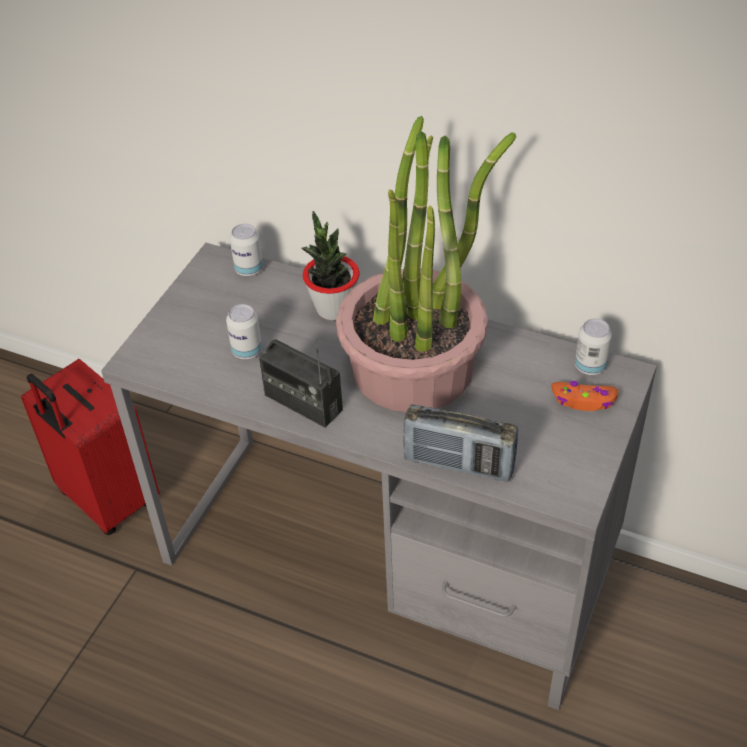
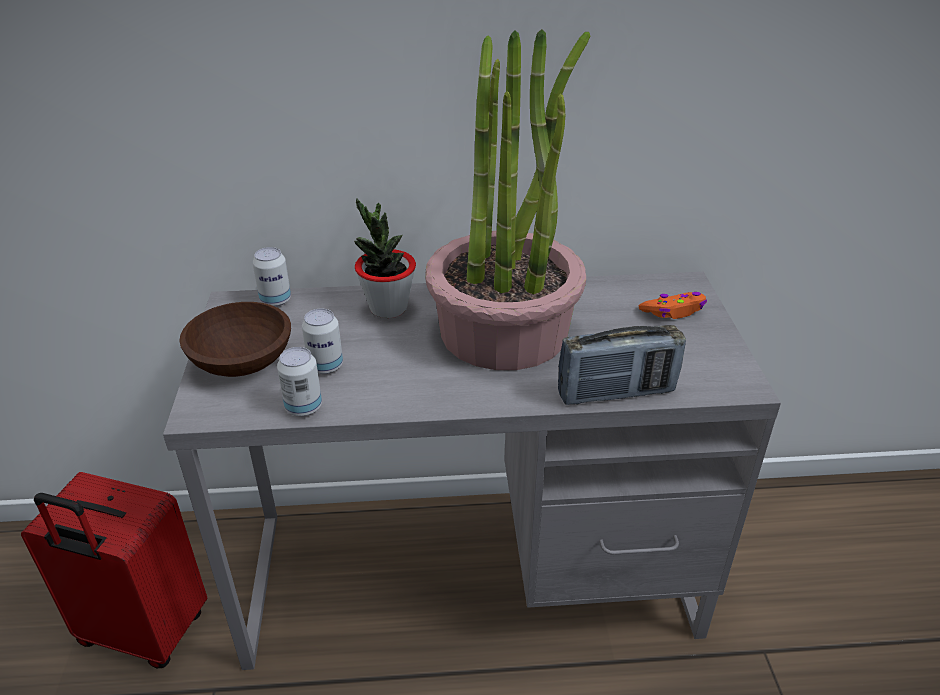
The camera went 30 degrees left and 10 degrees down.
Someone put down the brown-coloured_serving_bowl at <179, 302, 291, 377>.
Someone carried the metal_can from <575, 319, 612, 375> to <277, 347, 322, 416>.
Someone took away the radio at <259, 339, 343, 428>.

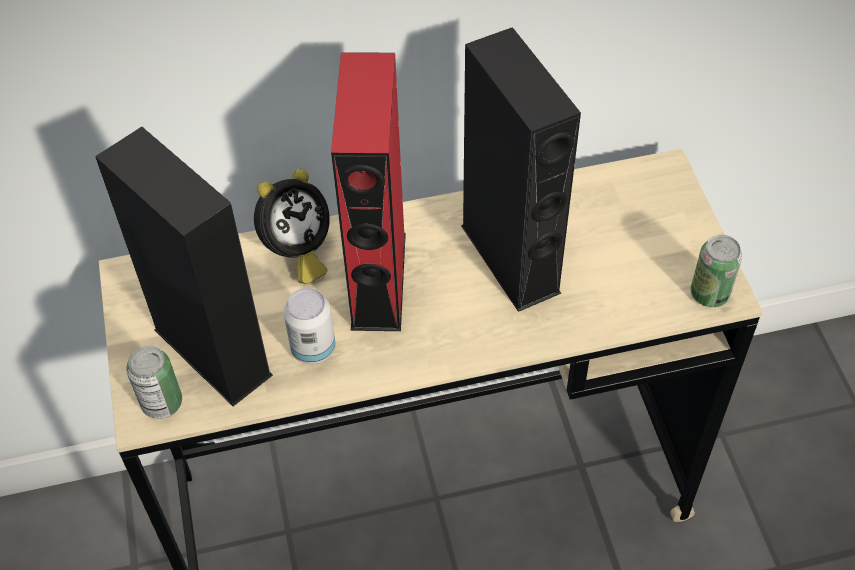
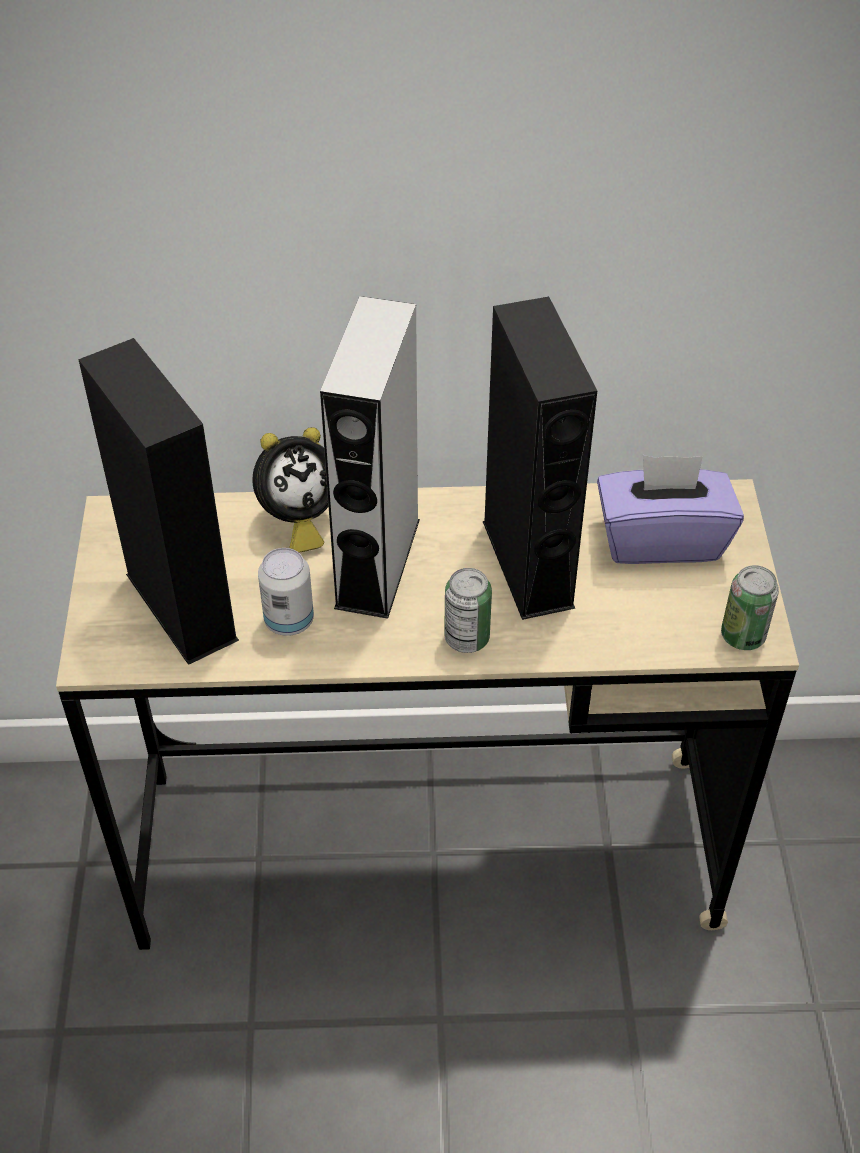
The camera went 10 degrees right and 5 degrees down.
Someone repainted the reddish_loudspeaker at <331, 52, 406, 331>, which became the grey_loudspeaker at <320, 296, 420, 619>.
Someone carried the metal_can from <126, 345, 182, 419> to <444, 568, 492, 653>.
Someone put down the purple-coloured_box_of_tissues at <597, 455, 744, 564>.

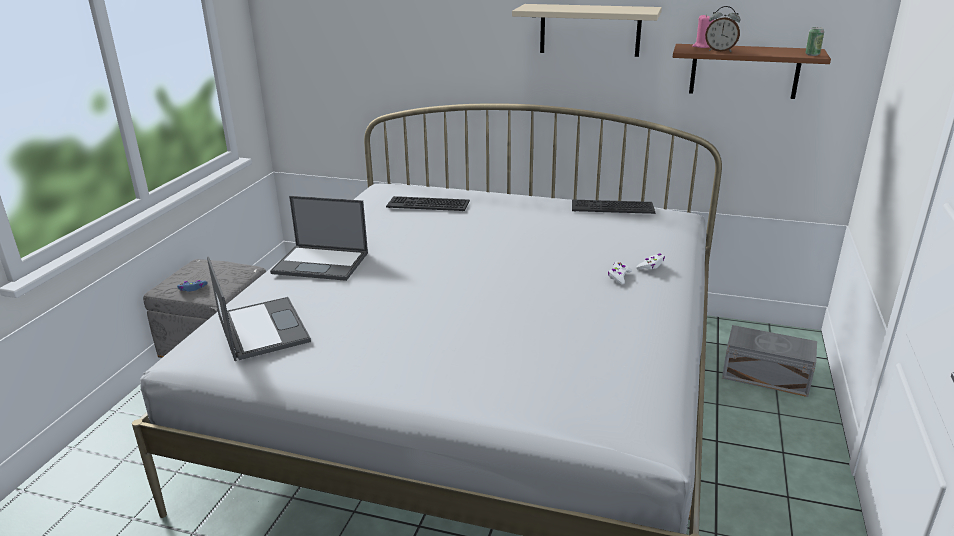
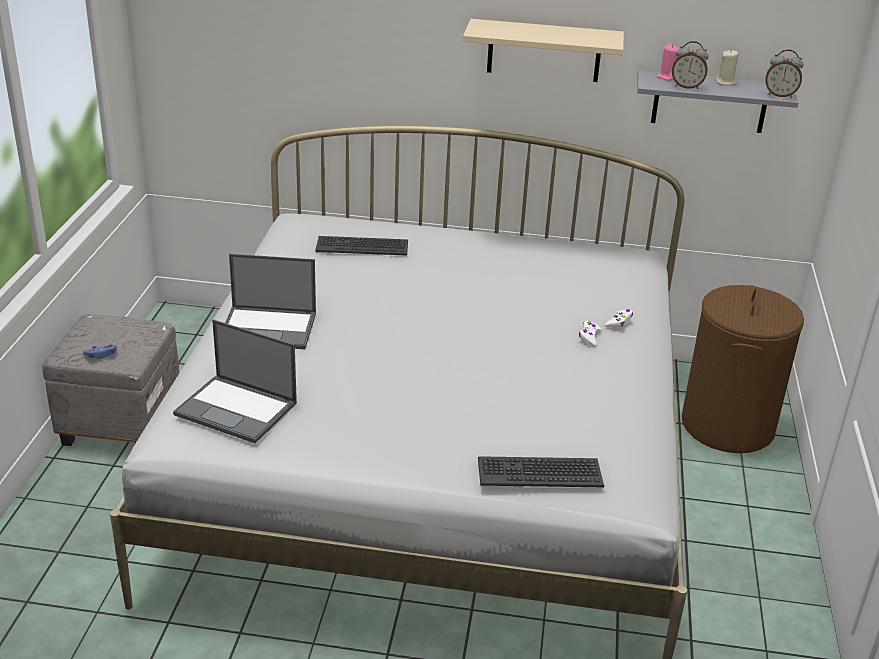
The camera went 10 degrees left and 5 degrees up.
Someone rotated the notebook_computer at <207, 257, 311, 361> by 150 degrees clockwise.
Someone carried the computer_keyboard from <572, 200, 655, 214> to <478, 456, 604, 487>.
Someone repainted the brown-coloured_shelf at <673, 44, 831, 99>, which became the grey_shelf at <637, 70, 798, 133>.
Someone swapped the grey_storage_box at <722, 325, 817, 397> for the brown-coloured_washing_basket at <682, 285, 804, 453>.
Someone put down the beige-coloured_wax_light at <716, 49, 738, 85>.
Someone swapped the metal_can at <805, 27, 824, 56> for the bedside_clock at <765, 49, 803, 98>.

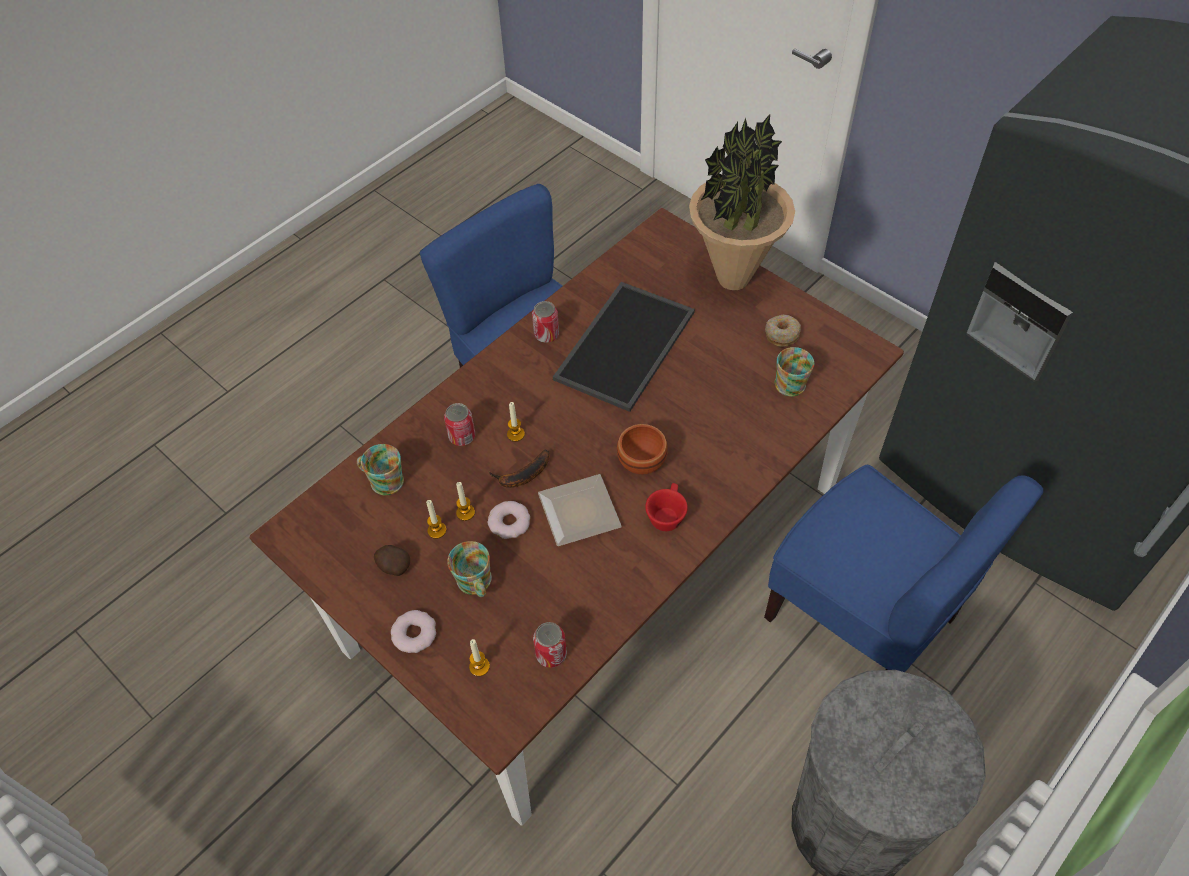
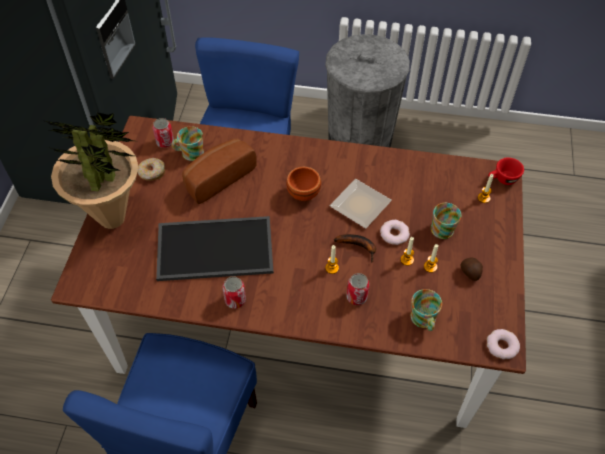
The camera went 125 degrees left and 0 degrees up.
Someone carried the metal_can from <533, 622, 567, 668> to <153, 118, 174, 148>.
Someone put down the baked_bread at <182, 138, 257, 204>.
Someone carried the ring_doughnut from <391, 610, 436, 653> to <487, 329, 520, 359>.
Someone carried the reddish_drinking_cup from <645, 483, 688, 531> to <488, 157, 524, 185>.

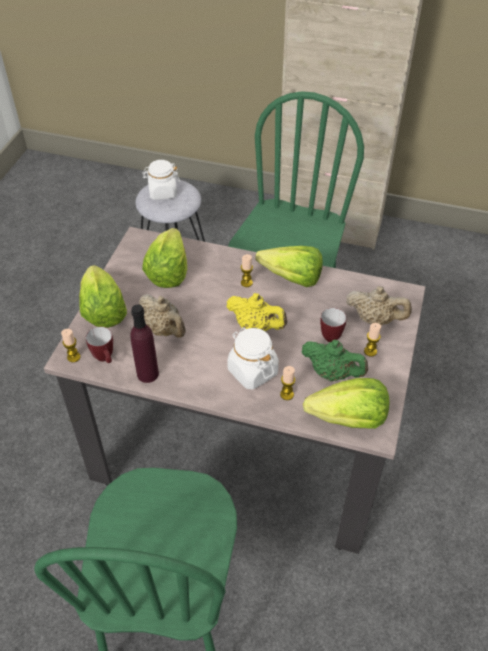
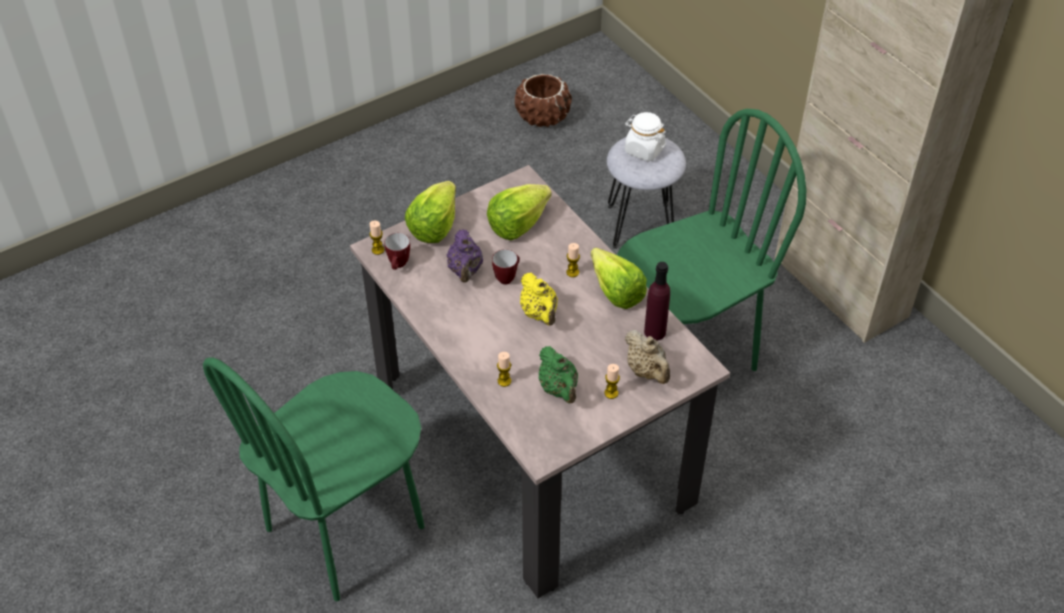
The camera went 40 degrees right and 0 degrees up.
Someone repainted the beige-coloured_tea_pot at <139, 294, 186, 337>, which became the purple-coloured_tea_pot at <447, 229, 483, 282>.
Someone carried the mug from <320, 308, 347, 342> to <492, 249, 520, 285>.
Someone put down the brown-coloured_plant_pot at <515, 74, 572, 127>.
Someone carried the purple-coloured_drink_bottle from <130, 305, 159, 383> to <644, 262, 670, 341>.
Someone took away the white-coloured_jar at <227, 327, 279, 389>.
Someone took away the lettuce at <303, 378, 389, 429>.

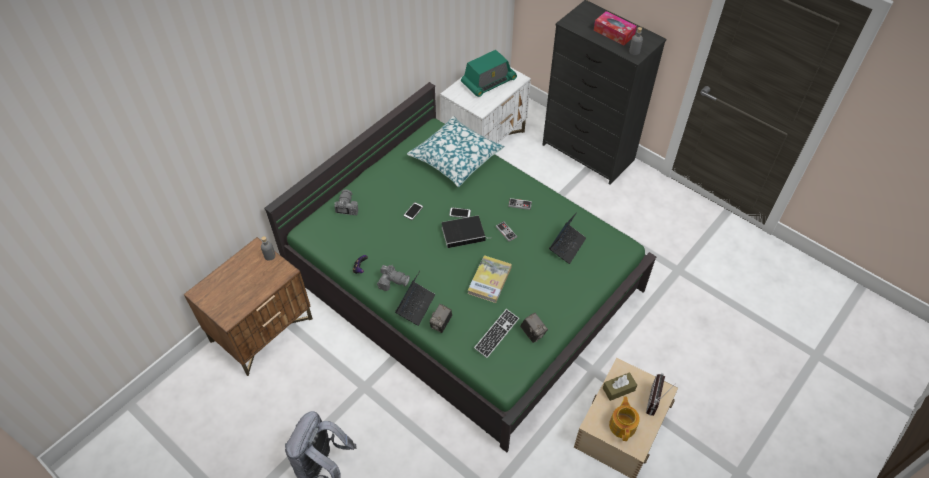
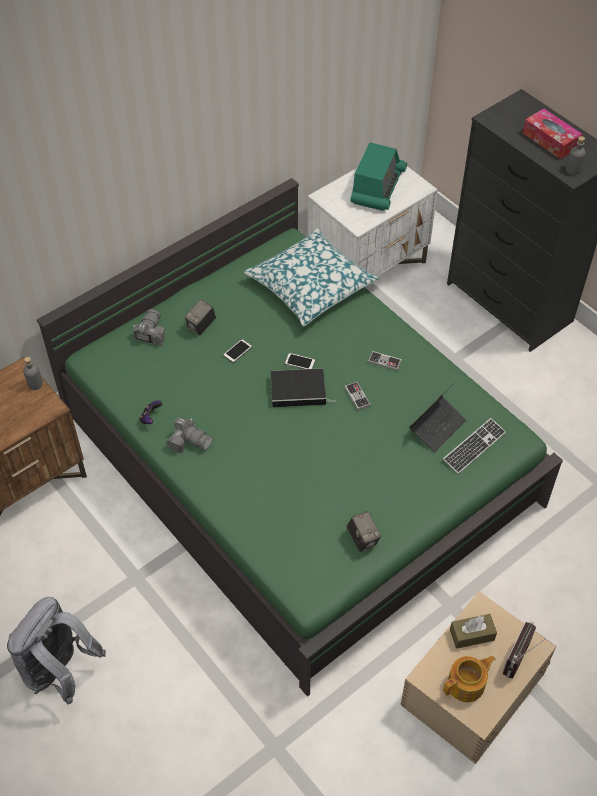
The camera went 10 degrees right and 0 degrees up.
Someone carried the still_camera from <430, 304, 452, 333> to <185, 299, 216, 336>.
Someone rotated the radio at <461, 50, 517, 97> by 45 degrees counterclockwise.
Someone carried the computer_keyboard from <474, 309, 519, 358> to <443, 418, 506, 474>.
Someone rotated the tea_pot at <609, 396, 640, 441> by 45 degrees clockwise.
Someone took away the notebook_computer at <395, 271, 435, 326>.
Someone took away the bound_book at <468, 255, 512, 303>.

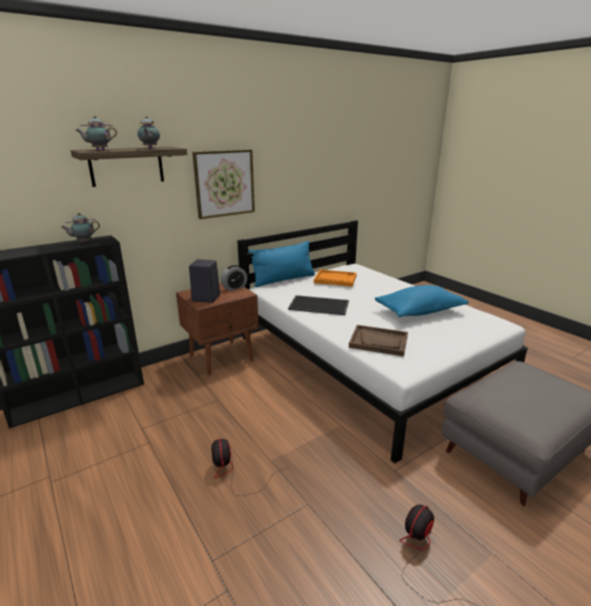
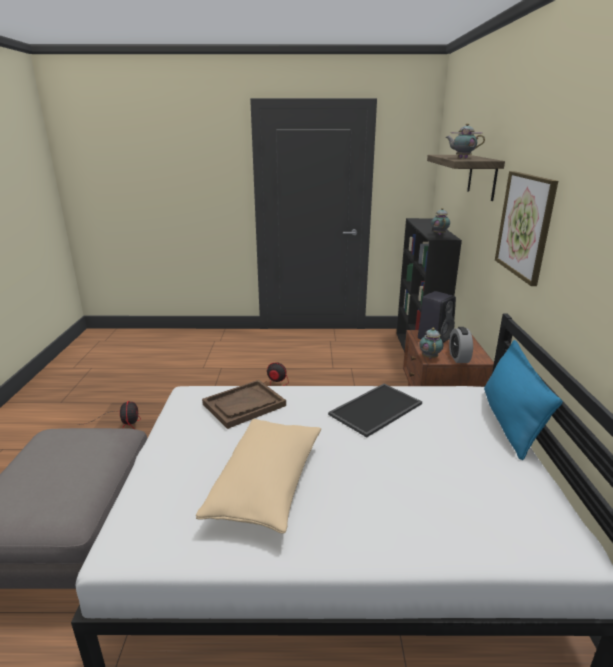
The camera went 125 degrees right and 0 degrees up.
Someone repainted the blue-coloured_cushion at <375, 285, 468, 317>, which became the beige-coloured_cushion at <196, 419, 321, 534>.
Someone carried the tea_pot from <76, 116, 117, 151> to <419, 328, 443, 359>.
Someone took away the orange-coloured_tray at <314, 270, 357, 287>.

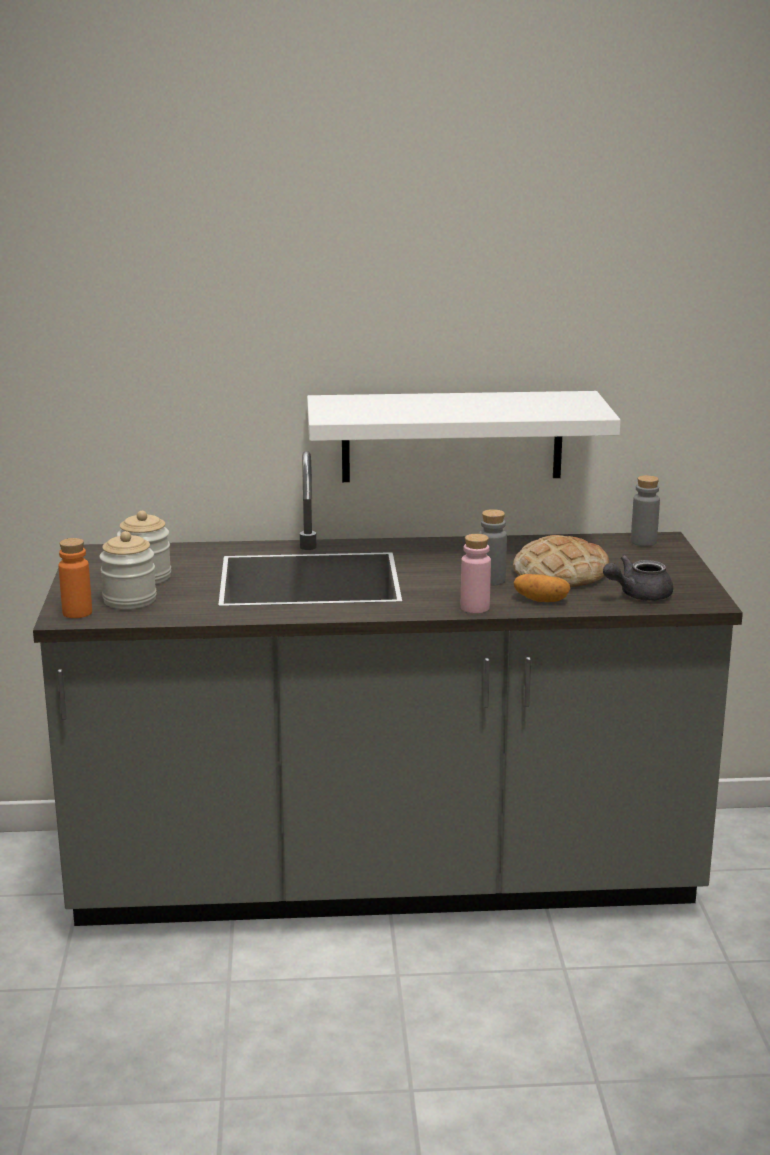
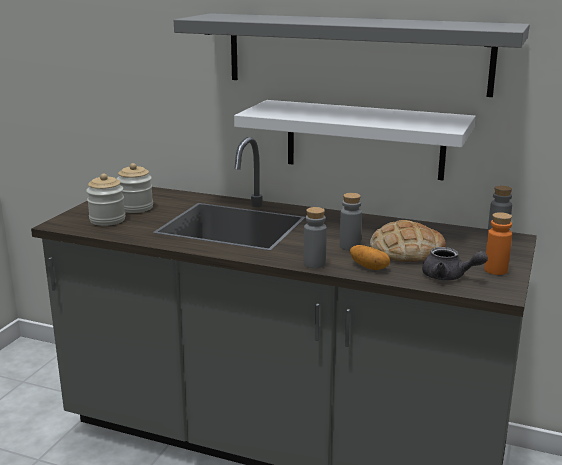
The camera went 25 degrees right and 0 degrees up.
Someone put up the grey_shelf at <174, 13, 530, 97>.
Someone repainted the pink_drink_bottle at <461, 534, 491, 613>, which became the grey_drink_bottle at <304, 207, 327, 268>.
Someone rotated the grey_tea_pot at <603, 555, 673, 601> by 150 degrees counterclockwise.
Someone carried the orange-coloured_drink_bottle from <58, 538, 92, 618> to <484, 212, 512, 275>.

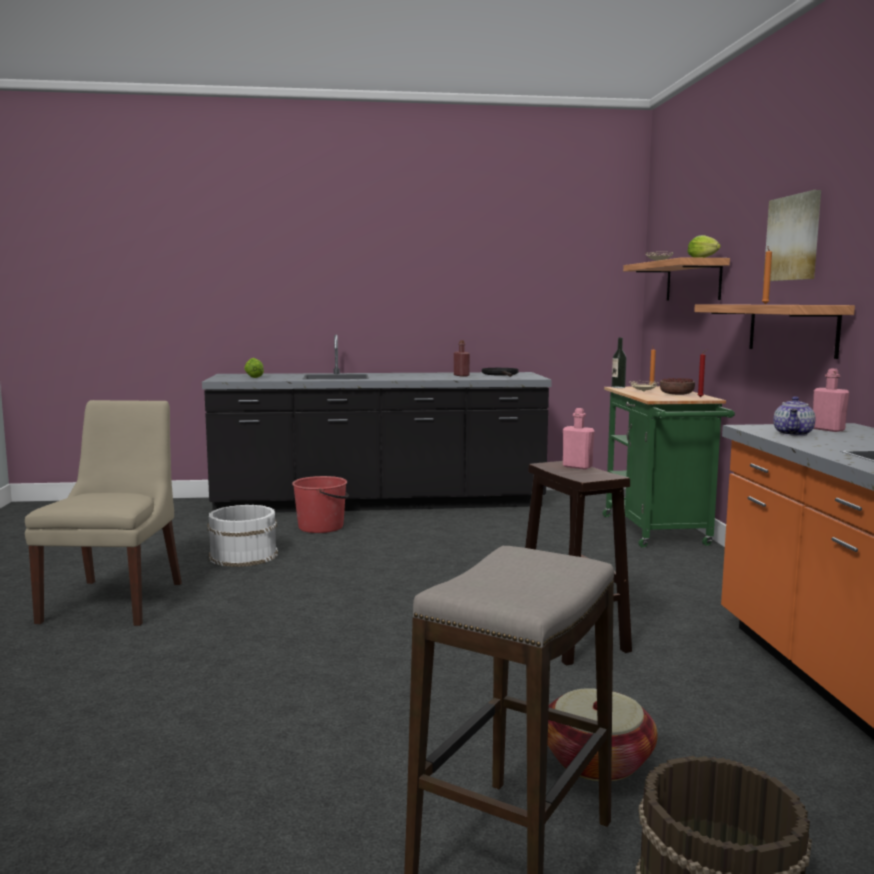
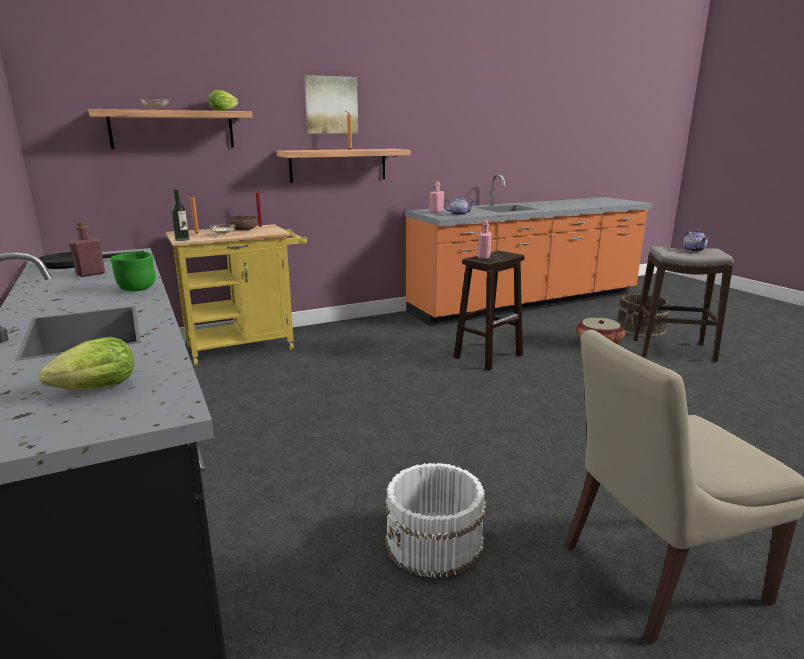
The camera went 110 degrees left and 10 degrees up.
Someone put down the greenish_serving_bowl at <111, 252, 156, 291>.
Someone repainted the greenish_wheeled_cart at <602, 386, 735, 548>, which became the yellow-coloured_wheeled_cart at <166, 224, 307, 365>.
Someone put down the tea_pot at <683, 229, 707, 252>.
Someone took away the reddish_pail at <292, 476, 349, 533>.

